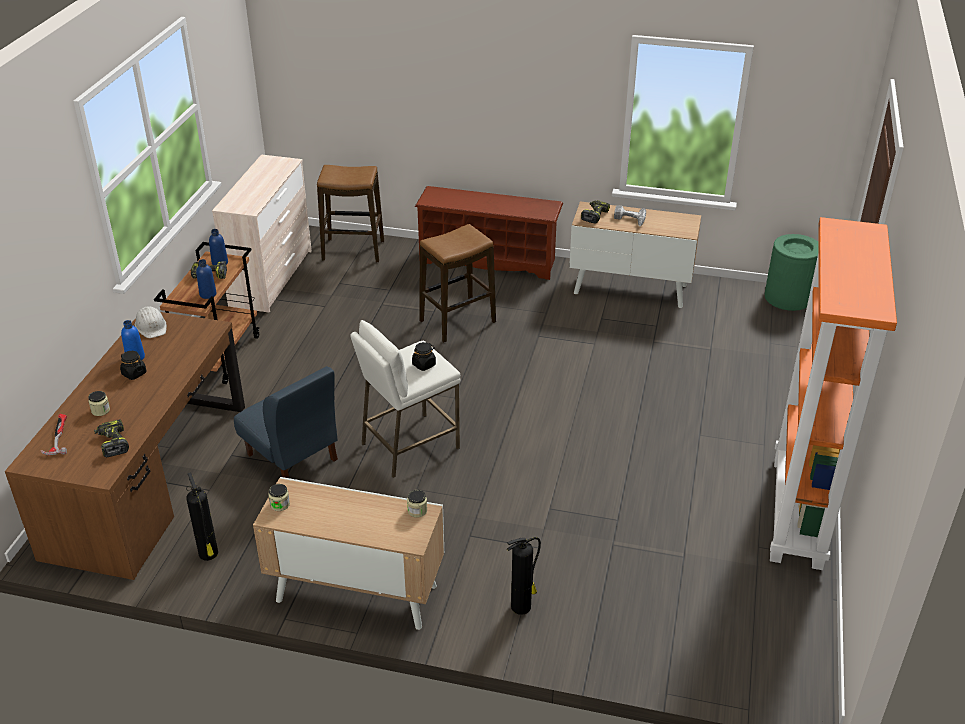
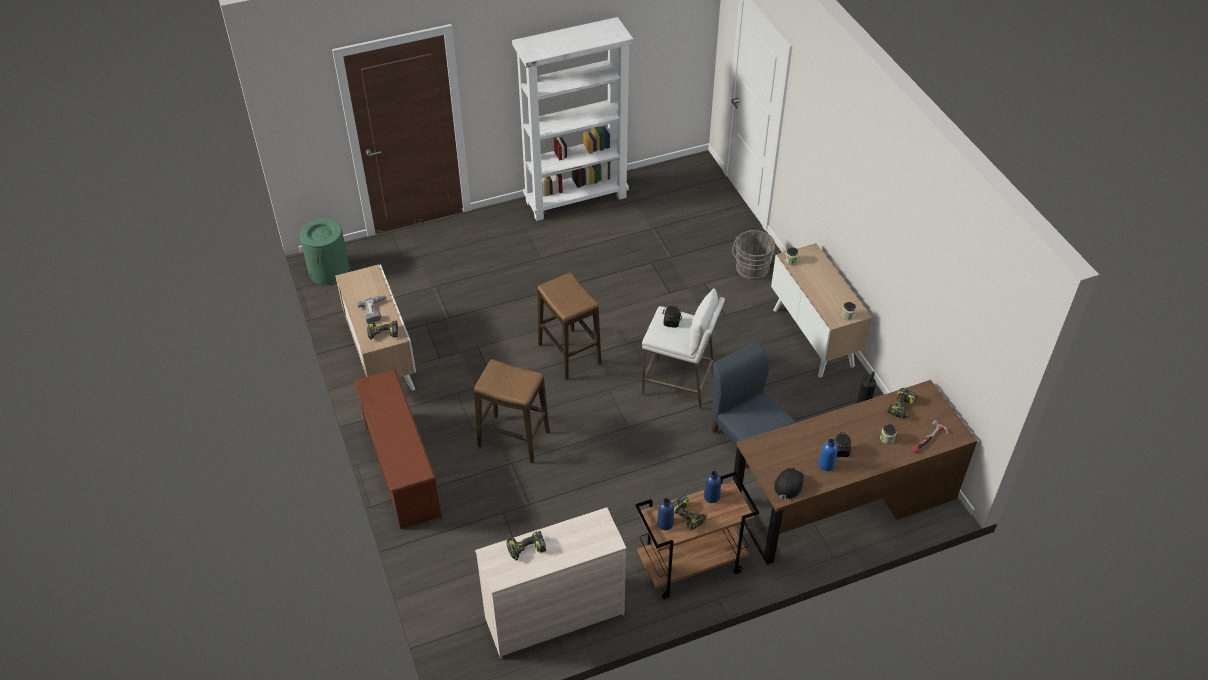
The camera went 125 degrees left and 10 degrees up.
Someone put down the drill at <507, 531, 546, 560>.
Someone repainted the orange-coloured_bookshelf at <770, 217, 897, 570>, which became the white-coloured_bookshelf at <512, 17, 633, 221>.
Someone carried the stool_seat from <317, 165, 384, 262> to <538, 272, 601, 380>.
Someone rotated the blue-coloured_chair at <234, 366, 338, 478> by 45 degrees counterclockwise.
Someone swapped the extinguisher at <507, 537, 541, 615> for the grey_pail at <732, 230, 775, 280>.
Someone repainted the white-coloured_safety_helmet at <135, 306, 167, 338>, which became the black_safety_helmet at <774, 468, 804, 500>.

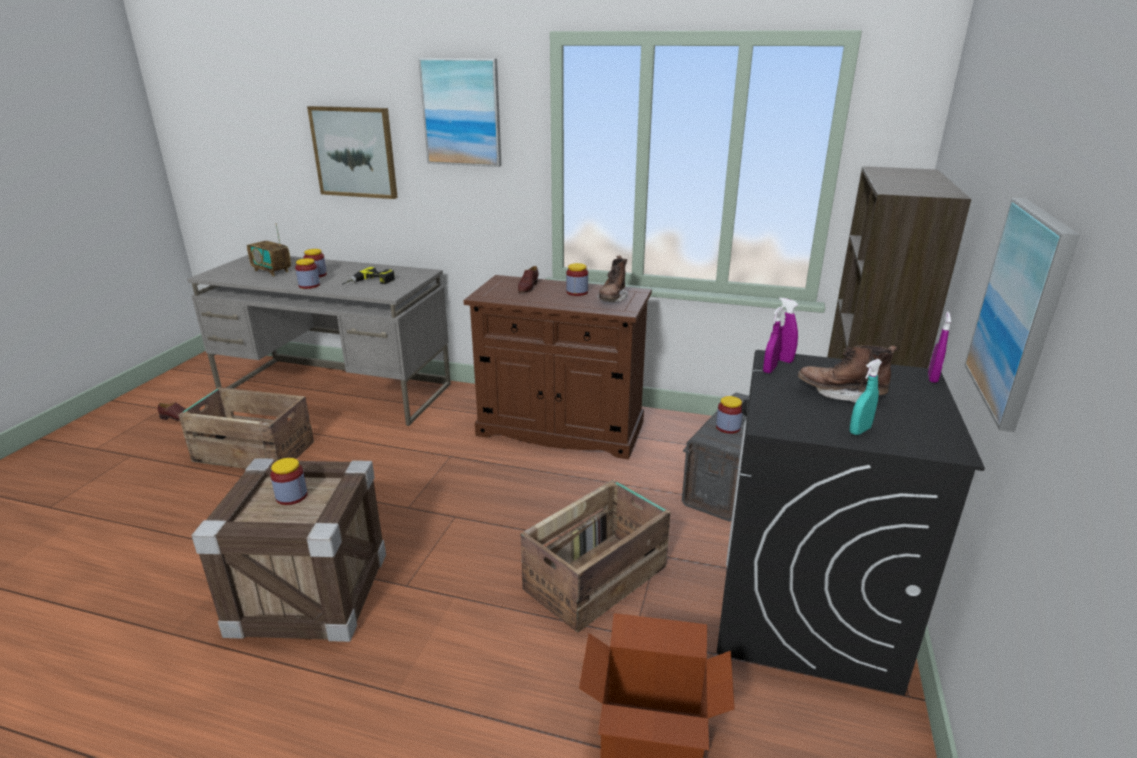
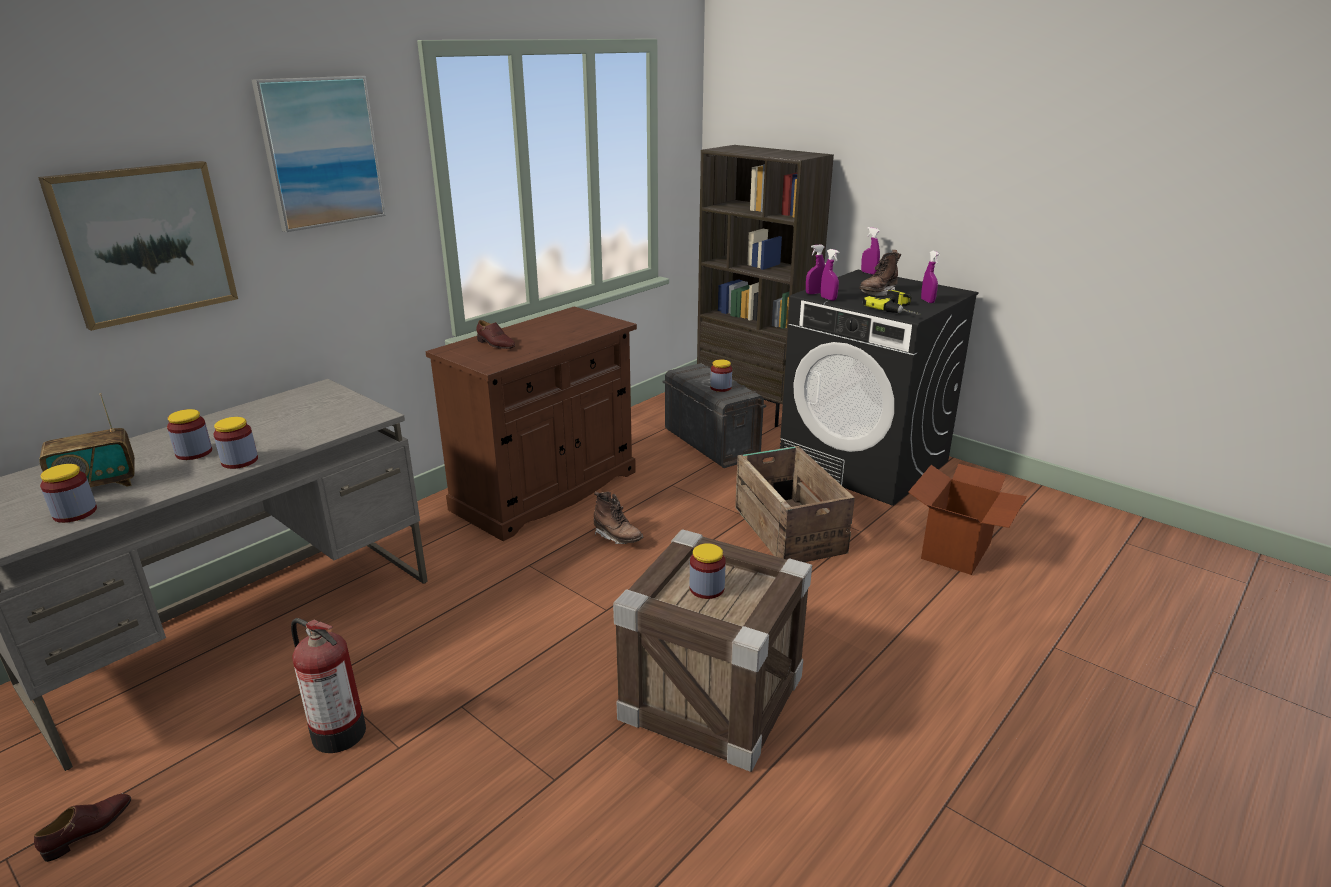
The camera went 65 degrees left and 0 degrees up.
Someone carried the jar from <566, 263, 588, 296> to <40, 464, 97, 523>.
Someone swapped the shipping_crate at <178, 387, 314, 469> for the extinguisher at <291, 618, 366, 753>.
Someone carried the brown-coloured_high-top_boot from <597, 255, 627, 303> to <594, 491, 643, 544>.
Someone carried the drill from <341, 267, 395, 285> to <862, 290, 920, 315>.
Someone repainted the turquoise-coloured_hand_sprayer at <850, 359, 882, 435>, which became the purple-coloured_hand_sprayer at <921, 251, 940, 303>.
Someone took away the picture at <965, 198, 1080, 432>.

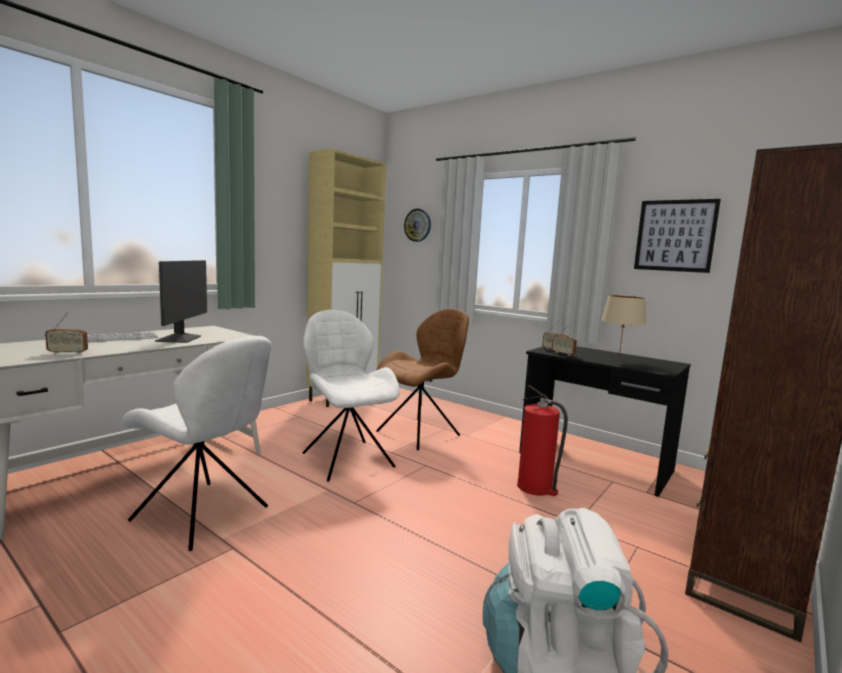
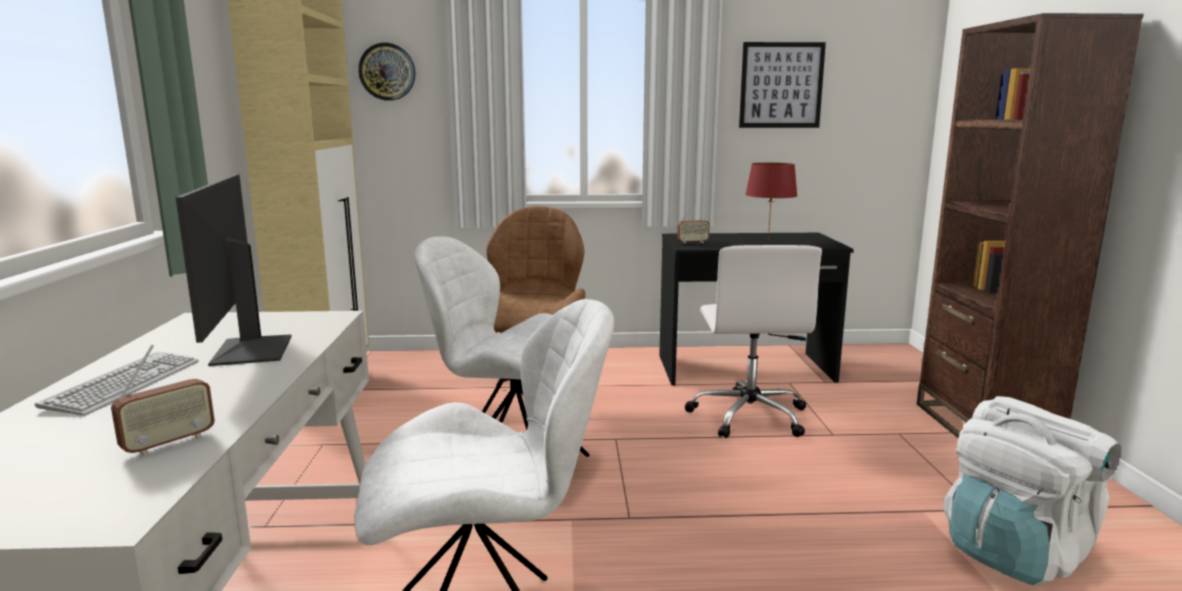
The camera went 40 degrees left and 5 degrees up.
Someone rotated the computer_screen at <155, 260, 207, 343> by 150 degrees counterclockwise.
Someone swapped the extinguisher at <517, 385, 568, 496> for the white-coloured_office_chair at <685, 245, 822, 438>.
Someone repainted the beige-coloured_lamp_for_a_table at <601, 295, 647, 357>, which became the reddish_lamp_for_a_table at <745, 163, 798, 241>.
Someone took away the radio at <552, 324, 577, 356>.

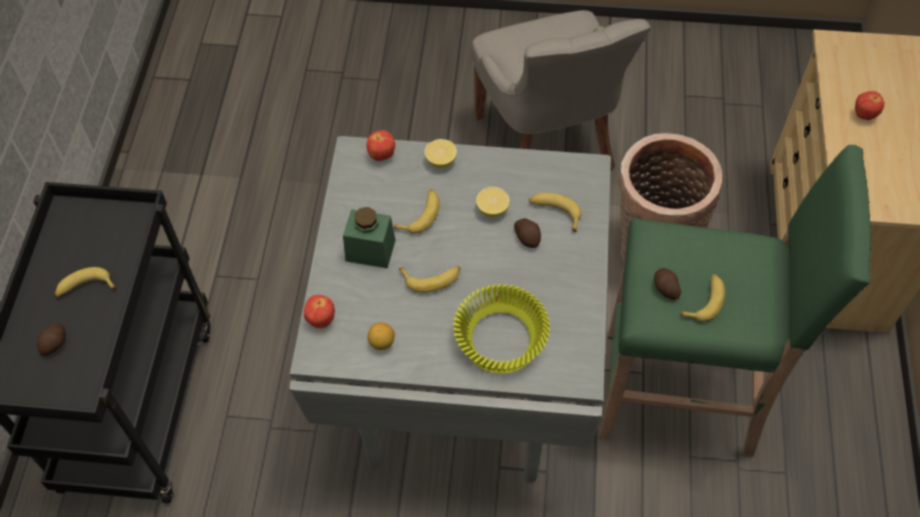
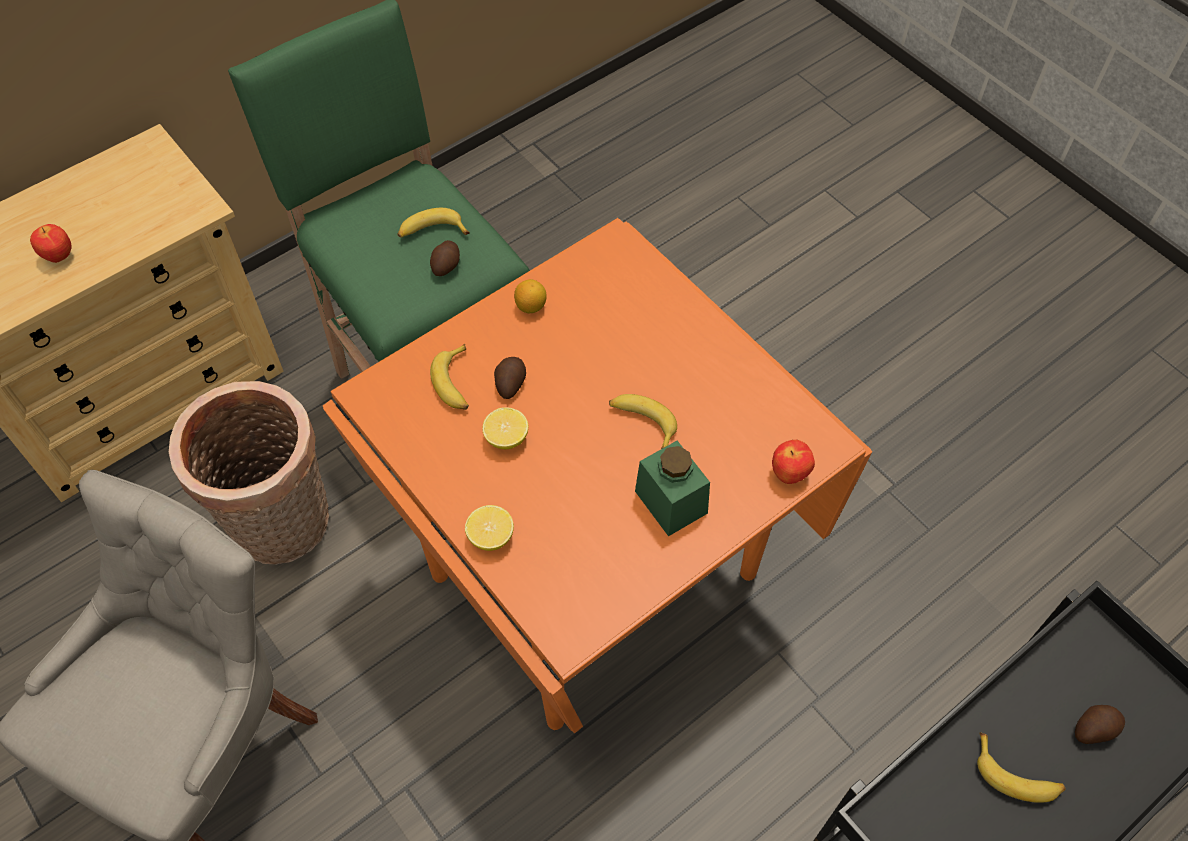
The camera went 135 degrees left and 0 degrees up.
Someone repainted the grey_kitchen_table at <289, 136, 611, 483>, which became the orange-coloured_kitchen_table at <322, 218, 872, 733>.
Someone carried the citrus_fruit from <368, 322, 395, 350> to <514, 279, 547, 313>.
Someone took away the apple_fruit at <366, 130, 395, 161>.
Someone took away the banana_fruit at <393, 189, 440, 234>.
Someone took away the yellow-coloured_serving_bowl at <453, 284, 550, 373>.

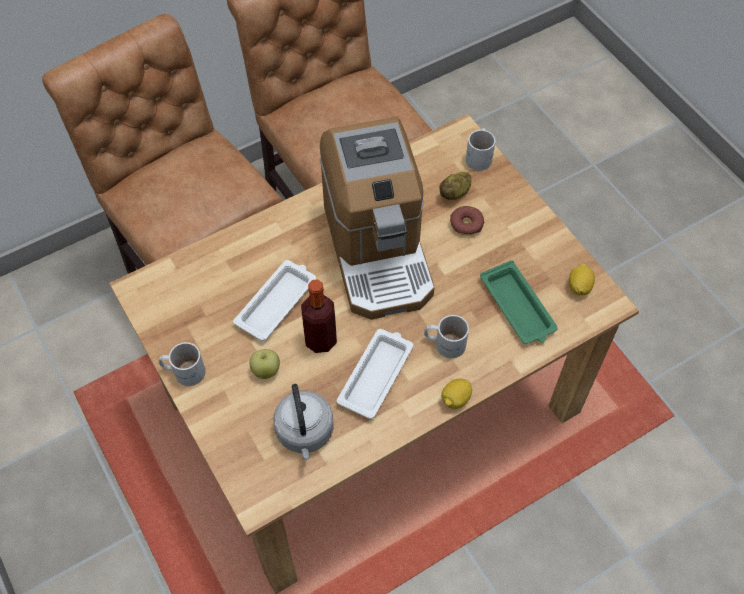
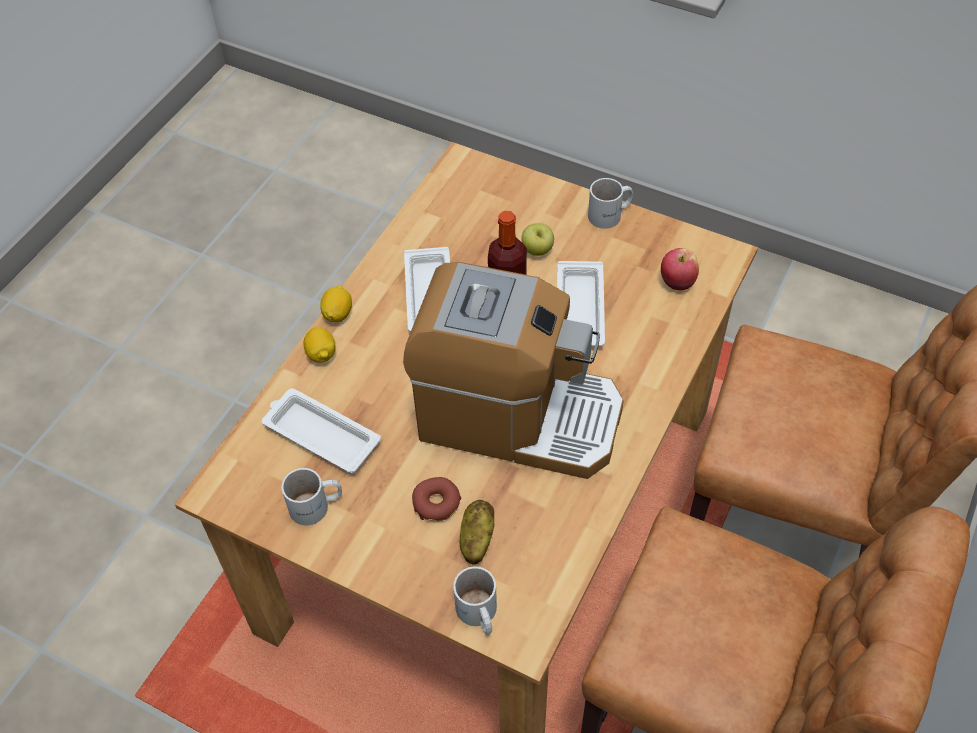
The camera went 150 degrees right and 5 degrees down.
Someone repainted the greenish_tray at <480, 260, 558, 344>, which became the white-coloured_tray at <262, 388, 381, 473>.
Someone carried the white-coloured_mug from <424, 315, 469, 358> to <281, 468, 342, 525>.
Someone carried the citrus_fruit from <569, 264, 595, 295> to <303, 327, 336, 363>.
Someone rotated the coffee_maker at <320, 117, 435, 320> by 150 degrees clockwise.
Someone put down the apple_fruit at <661, 248, 699, 290>.
Someone took away the grey_tea_kettle at <273, 384, 334, 460>.

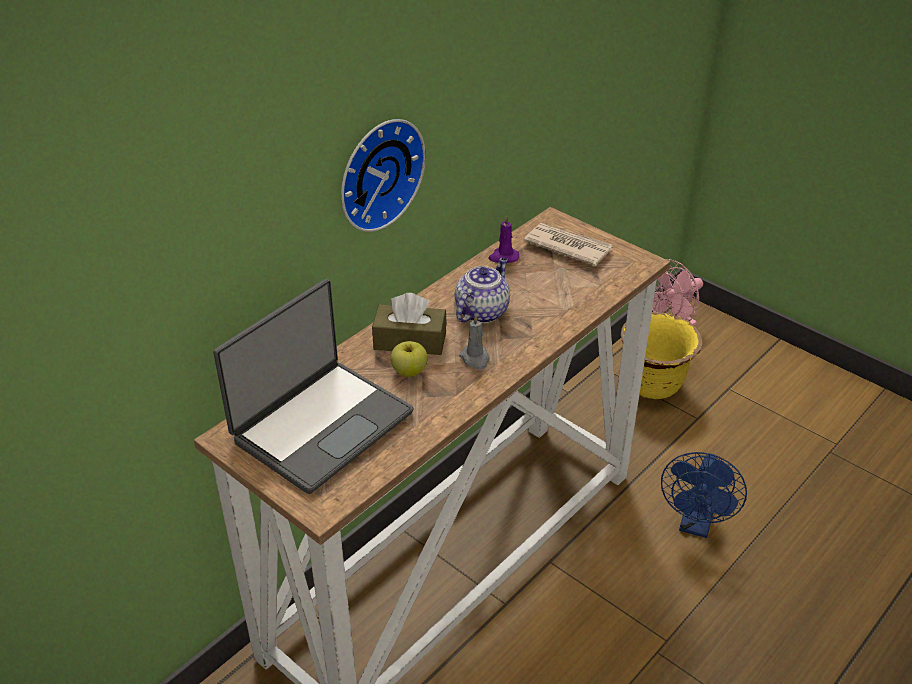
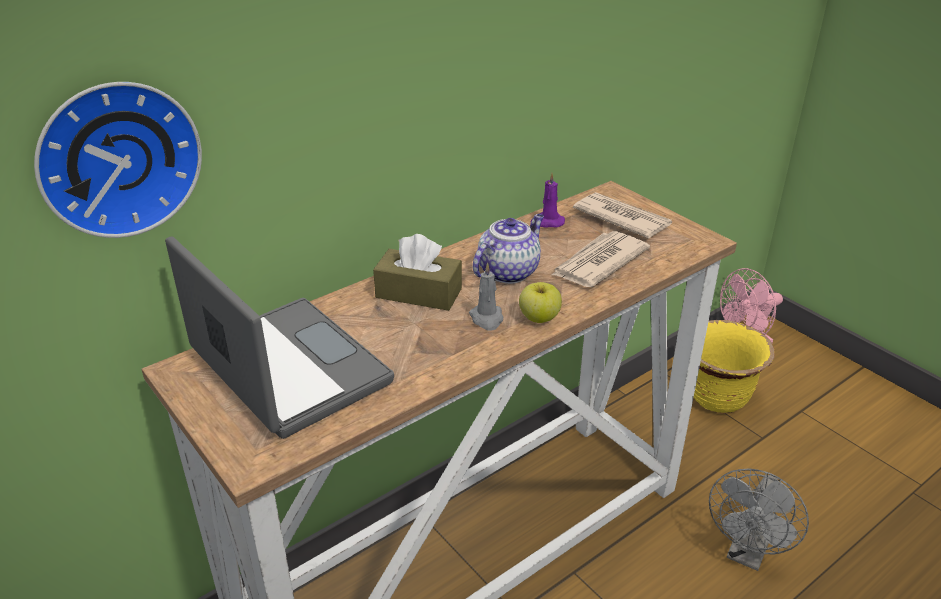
The camera went 10 degrees right and 5 degrees down.
Someone carried the hanging_clock from <341, 119, 426, 232> to <34, 82, 202, 238>.
Someone rotated the notebook_computer at <213, 279, 413, 494> by 90 degrees counterclockwise.
Someone carried the apple_fruit from <391, 341, 428, 377> to <519, 282, 562, 323>.
Someone put down the daily_paper at <552, 231, 650, 287>.
Someone repainted the blue-coloured_fan at <661, 452, 747, 538>, which became the grey_fan at <709, 468, 809, 571>.

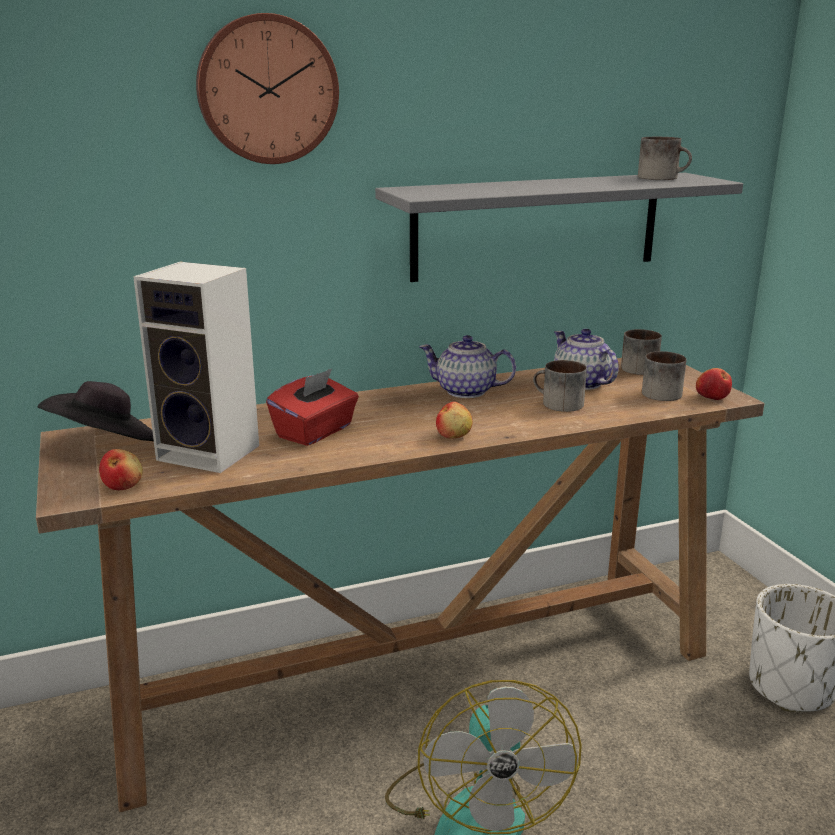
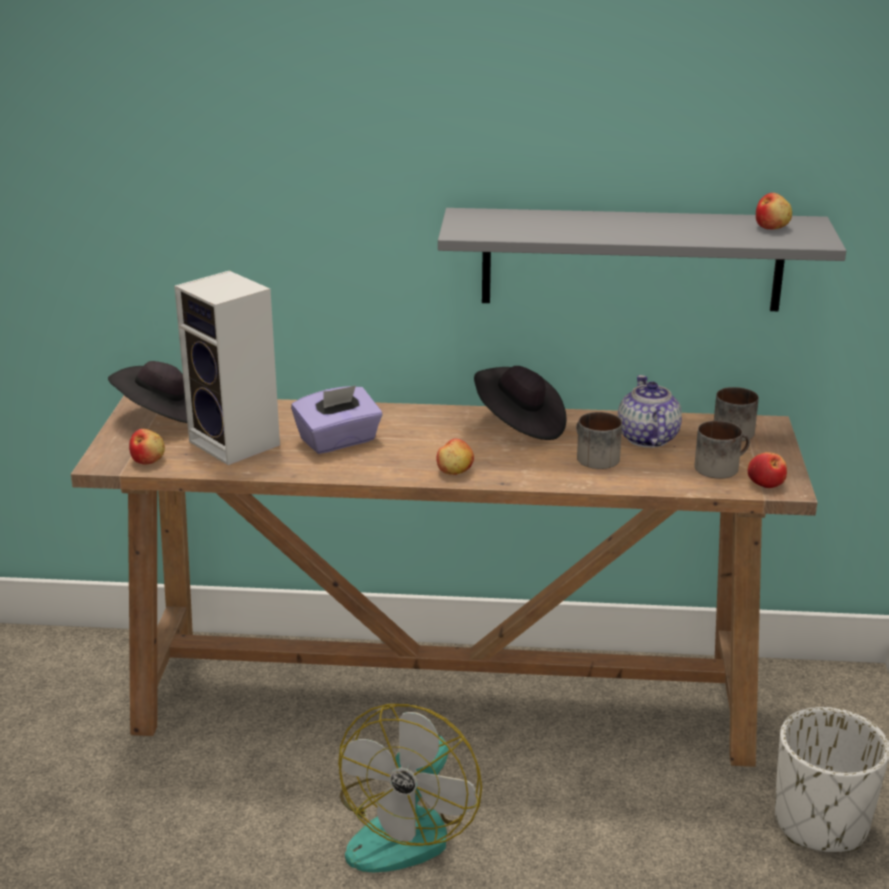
The camera went 25 degrees right and 5 degrees up.
Someone repainted the reddish_box_of_tissues at <266, 369, 359, 446>, which became the purple-coloured_box_of_tissues at <291, 385, 382, 454>.
Someone swapped the tea_pot at <419, 335, 516, 398> for the black_hat at <474, 366, 566, 440>.
Someone swapped the mug at <638, 137, 692, 180> for the apple_fruit at <756, 193, 792, 230>.
Someone took away the hanging_clock at <196, 13, 339, 164>.

